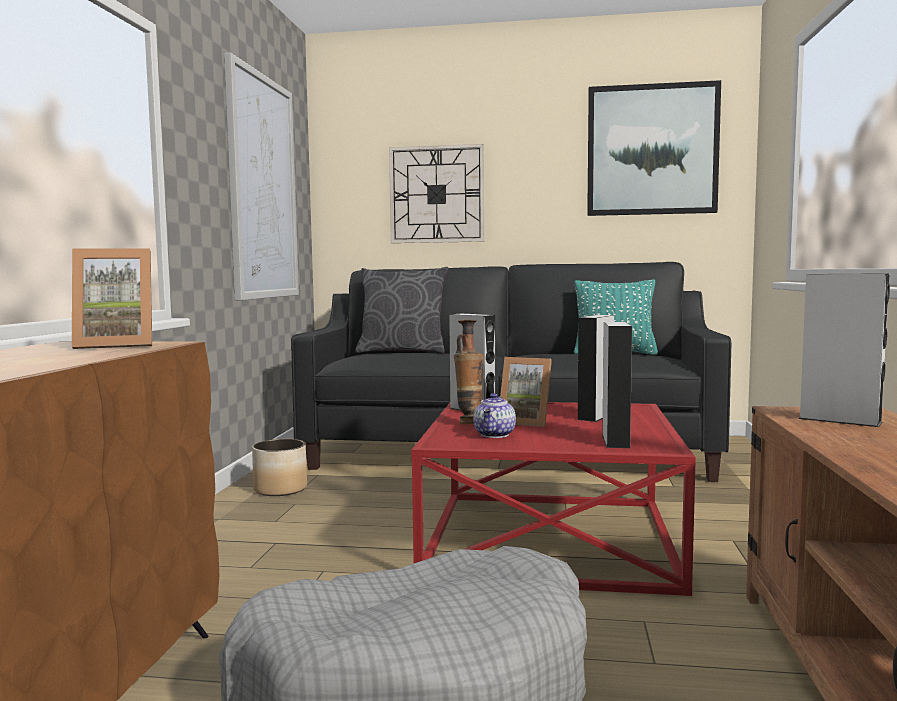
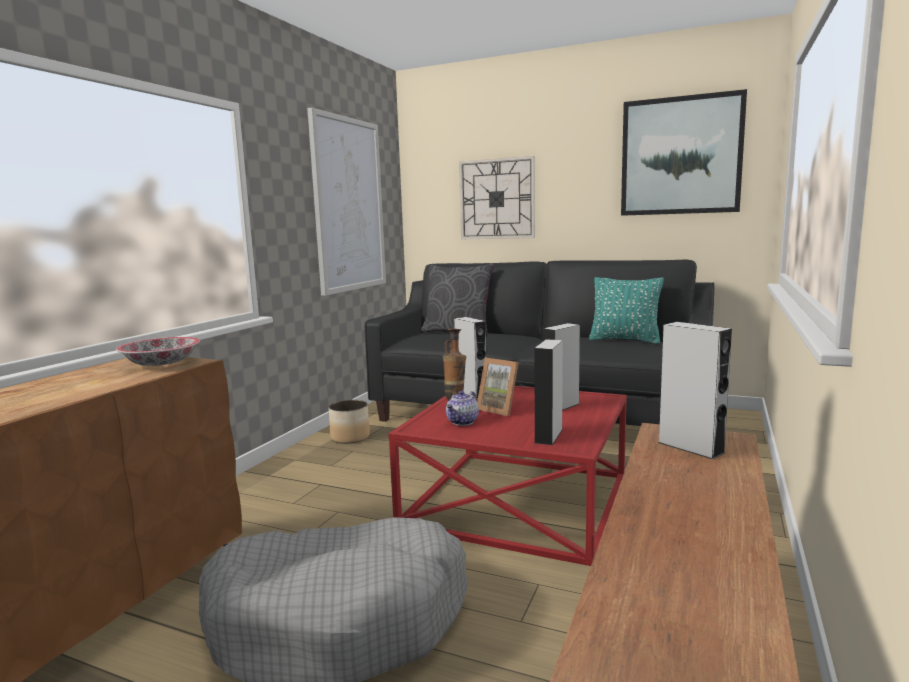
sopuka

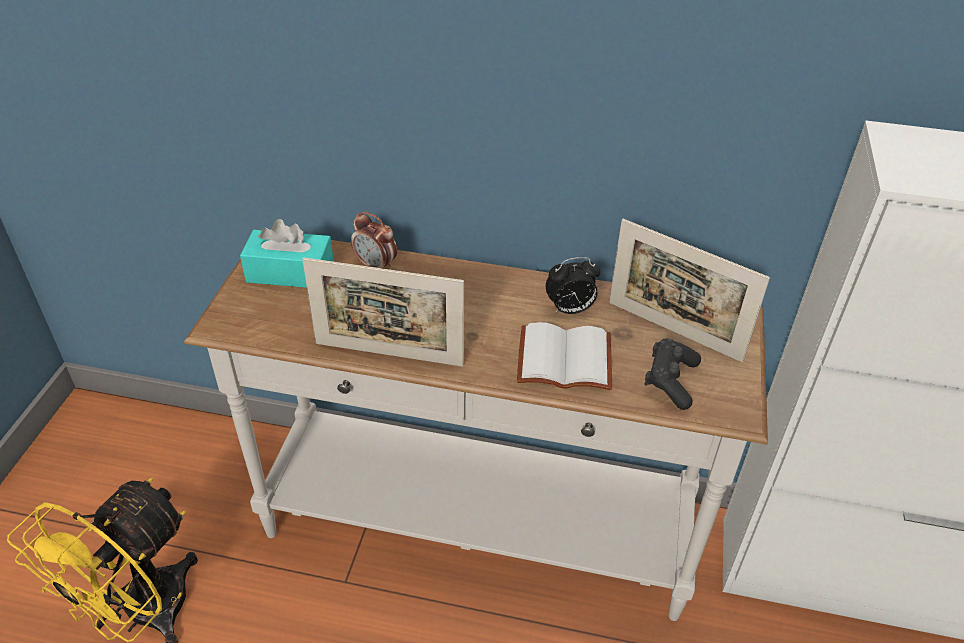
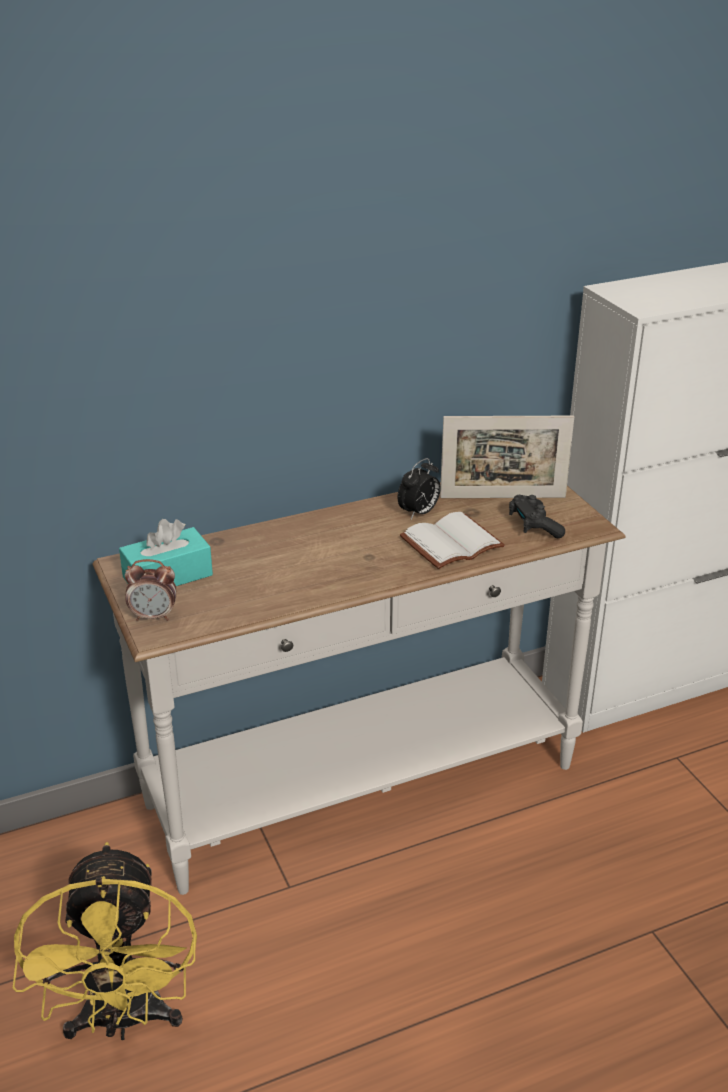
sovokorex (no. 1 from left)
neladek (no. 1 from left in the first image)

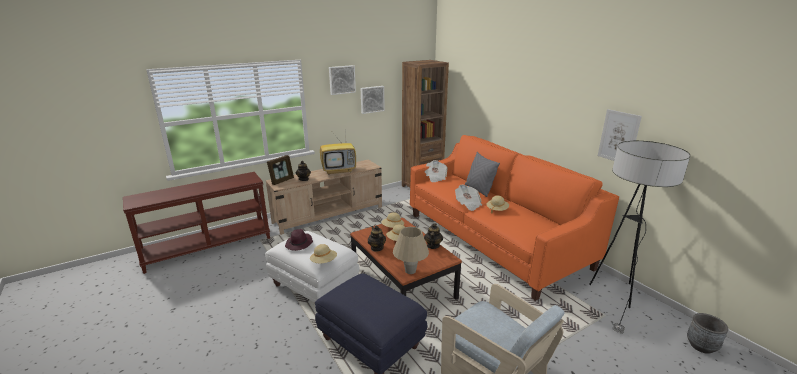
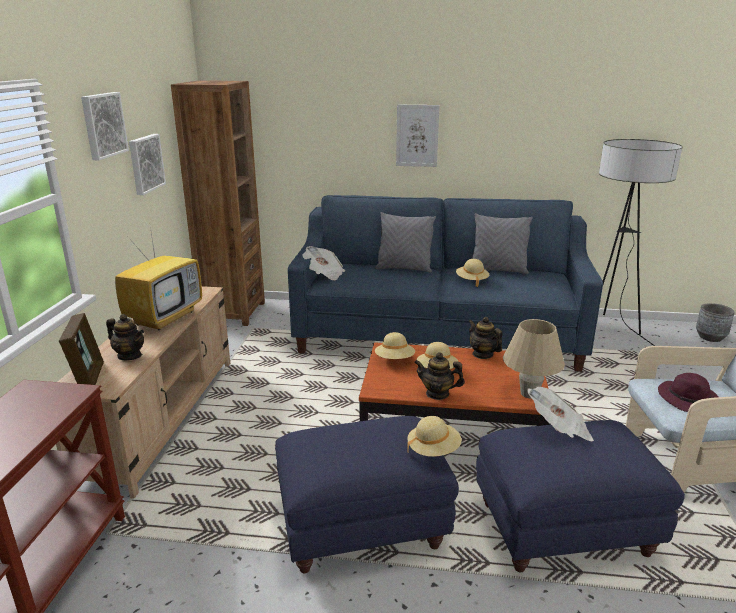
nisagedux (no. 3 from left)
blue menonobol
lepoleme (no. 2 from left)
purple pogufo
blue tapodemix (no. 1 from left)
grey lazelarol (no. 2 from left)

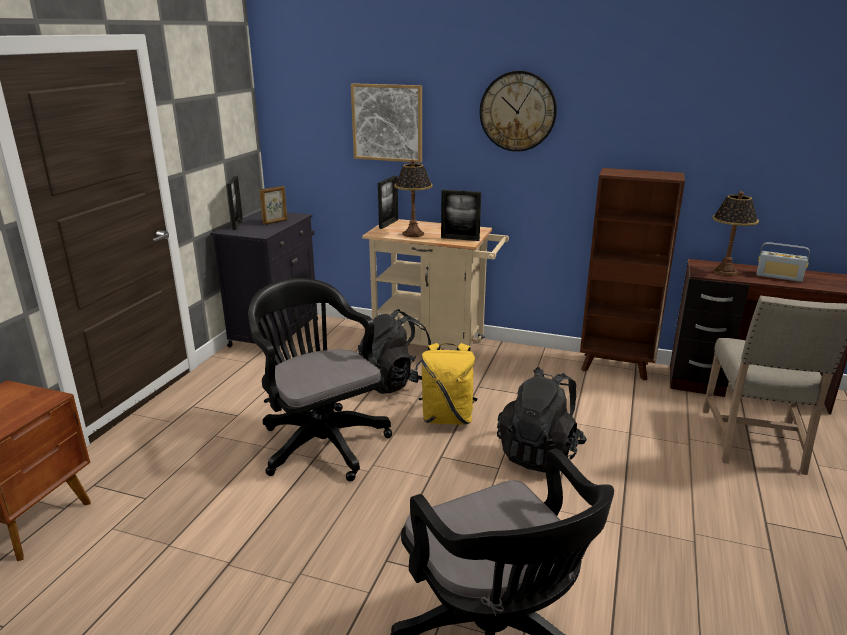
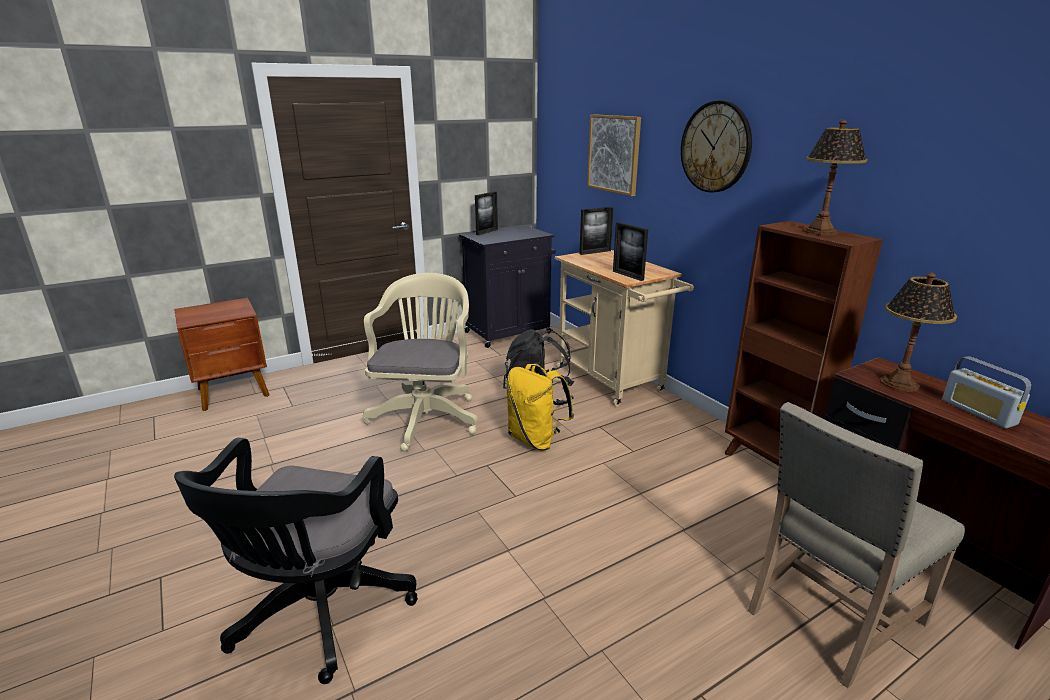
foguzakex (no. 1 from left)
neladek (no. 2 from left in the first image)
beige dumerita
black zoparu (no. 2 from left in the first image)

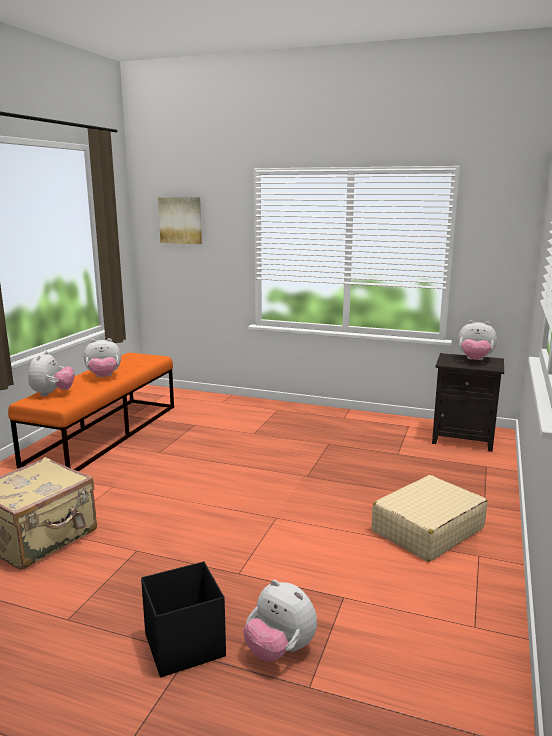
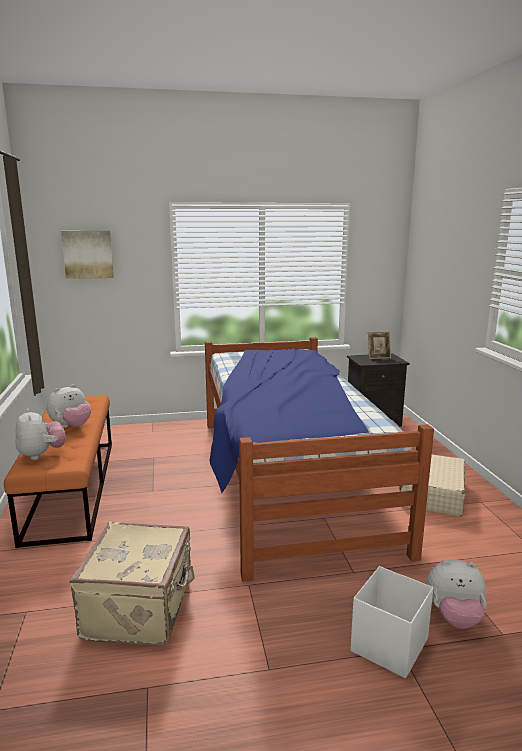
neladek
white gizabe
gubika

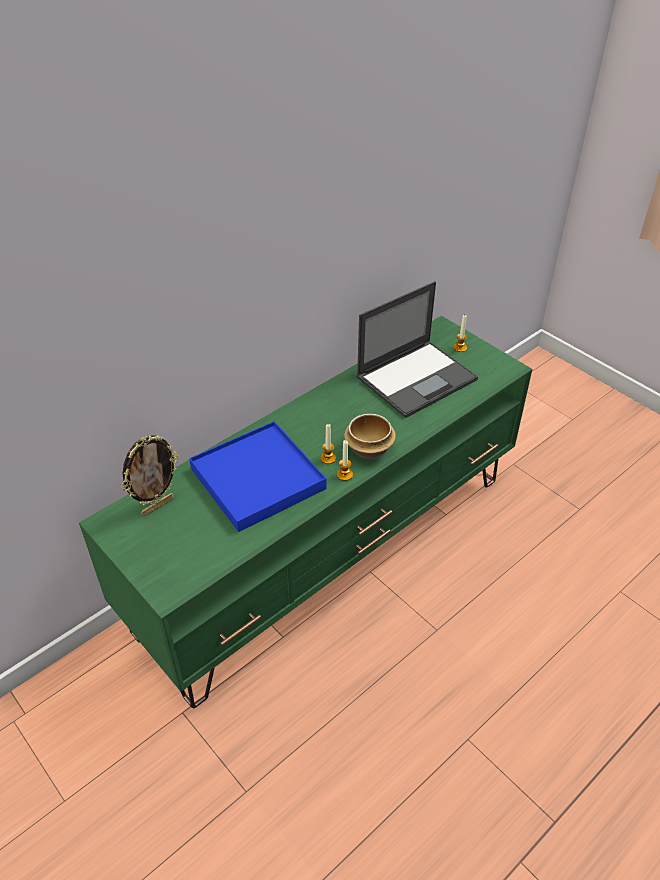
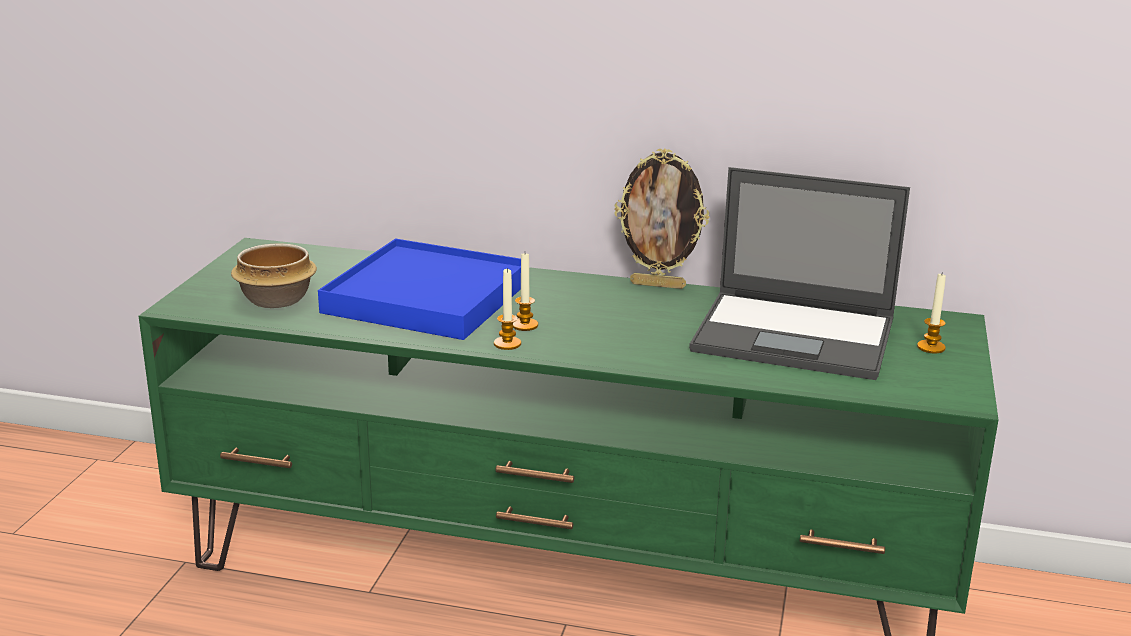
sopuka
neladek

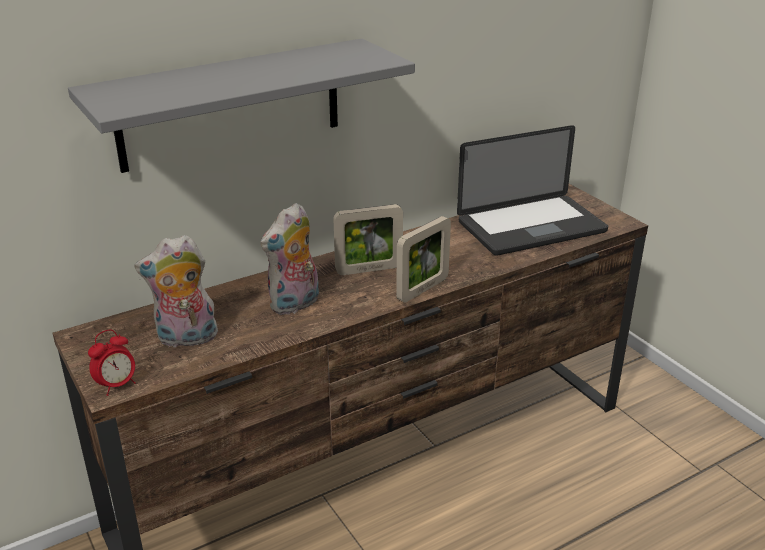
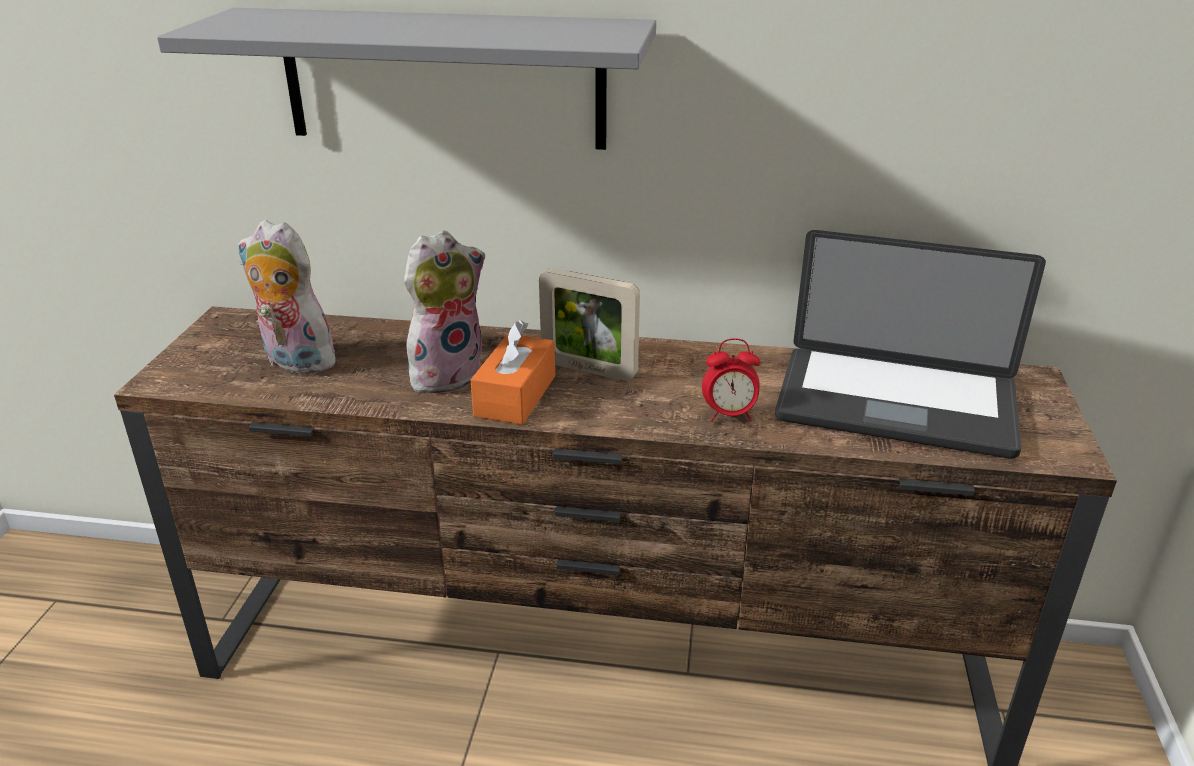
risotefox (no. 2 from left)
neladek (no. 2 from left in the first image)
sovokorex
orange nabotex

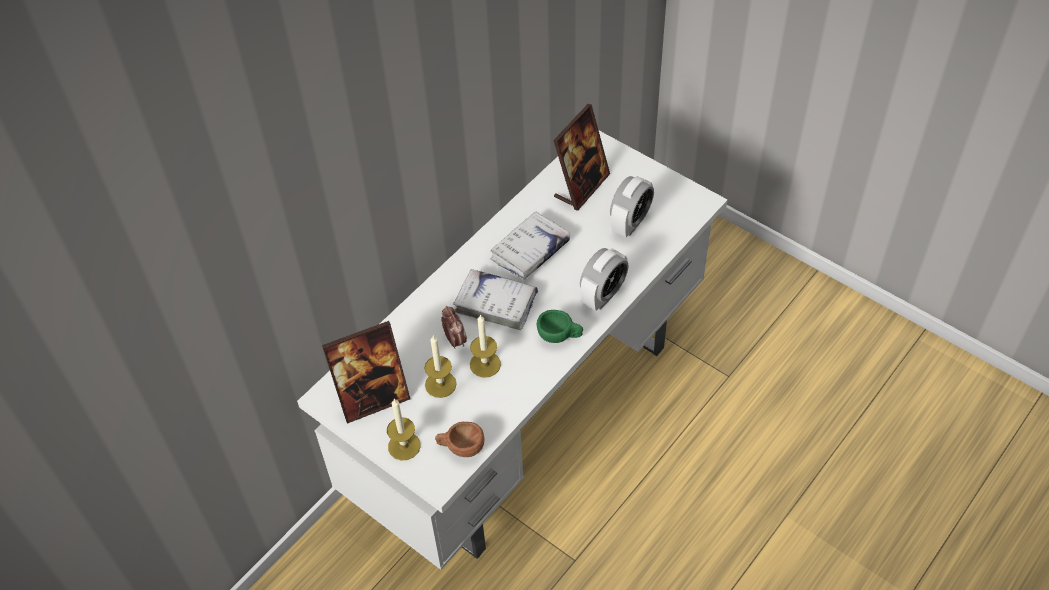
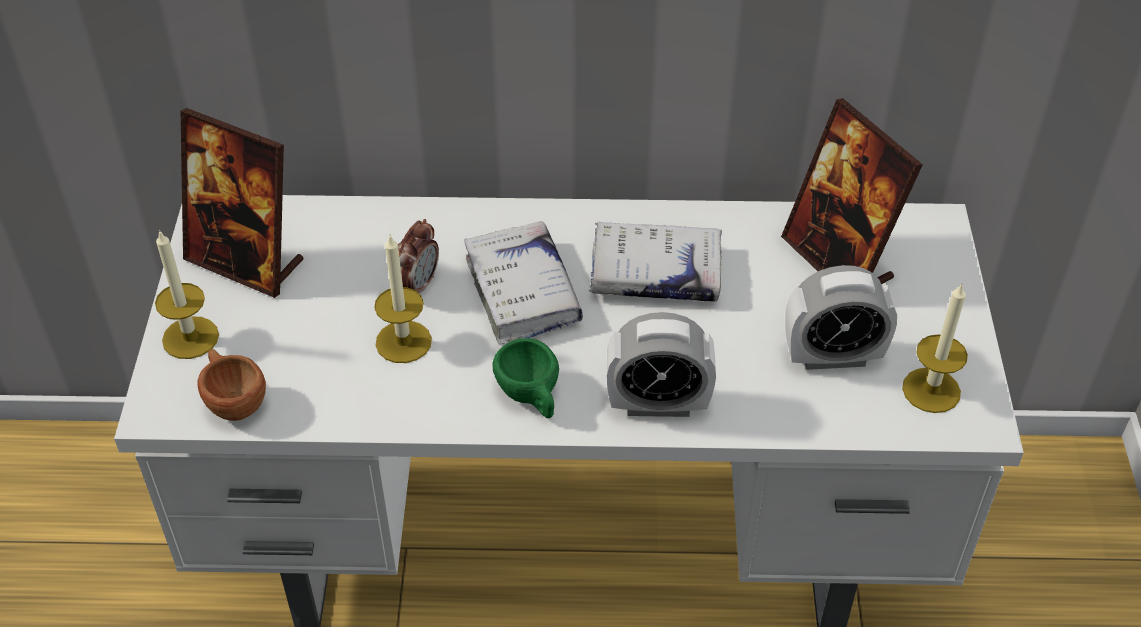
neladek (no. 2 from left)
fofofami (no. 3 from left)

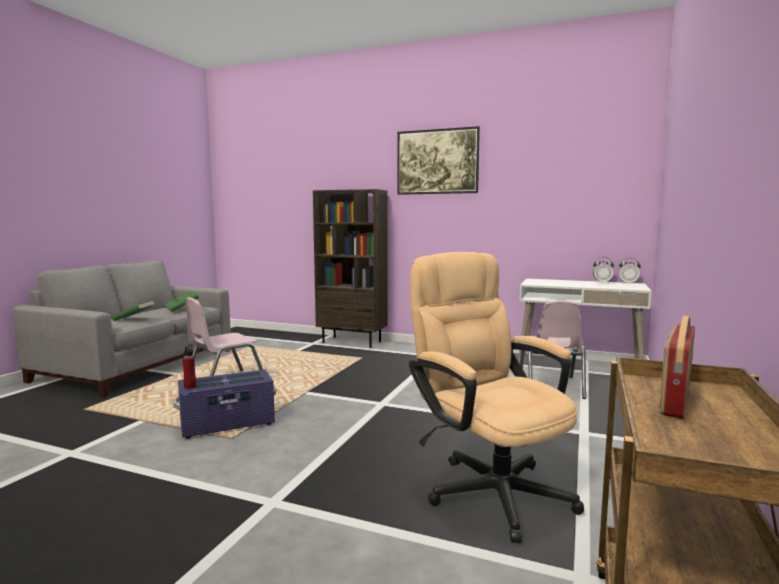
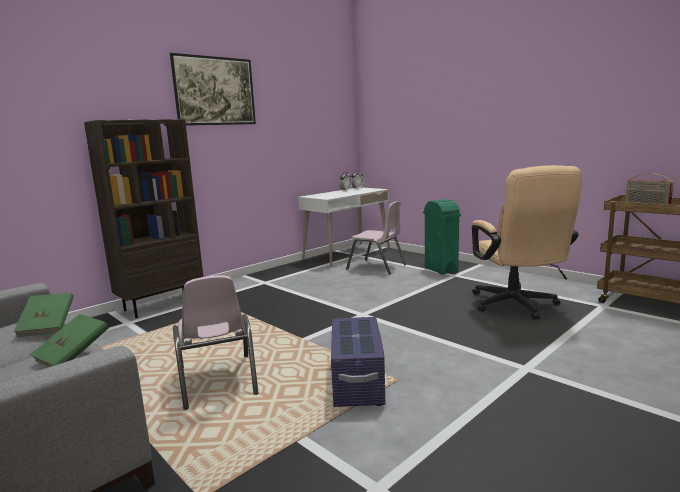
beige dumerita
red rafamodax
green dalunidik

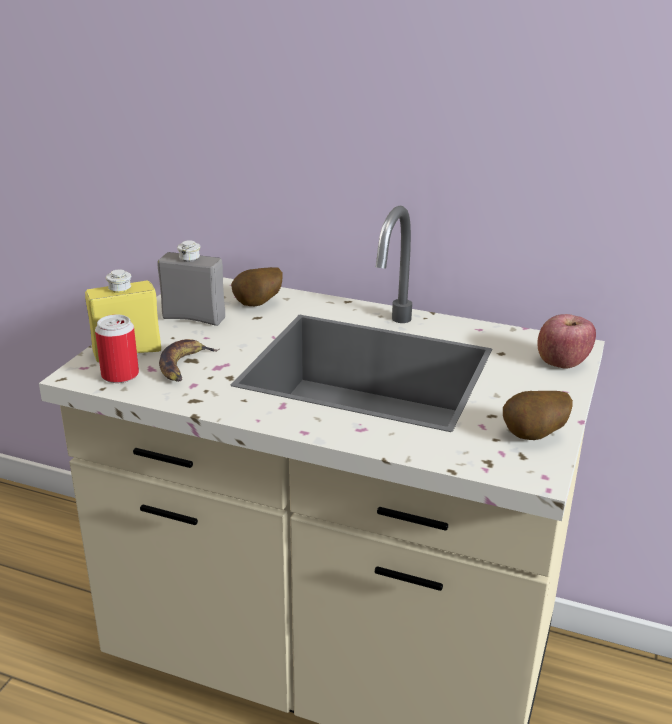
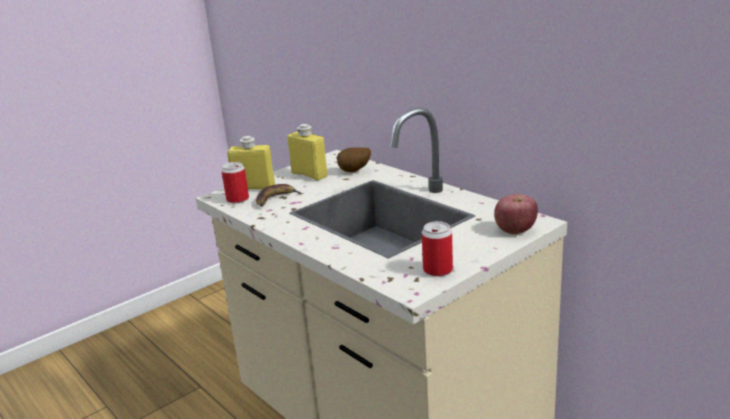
yellow rafamodax (no. 2 from left)
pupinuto (no. 2 from left)

